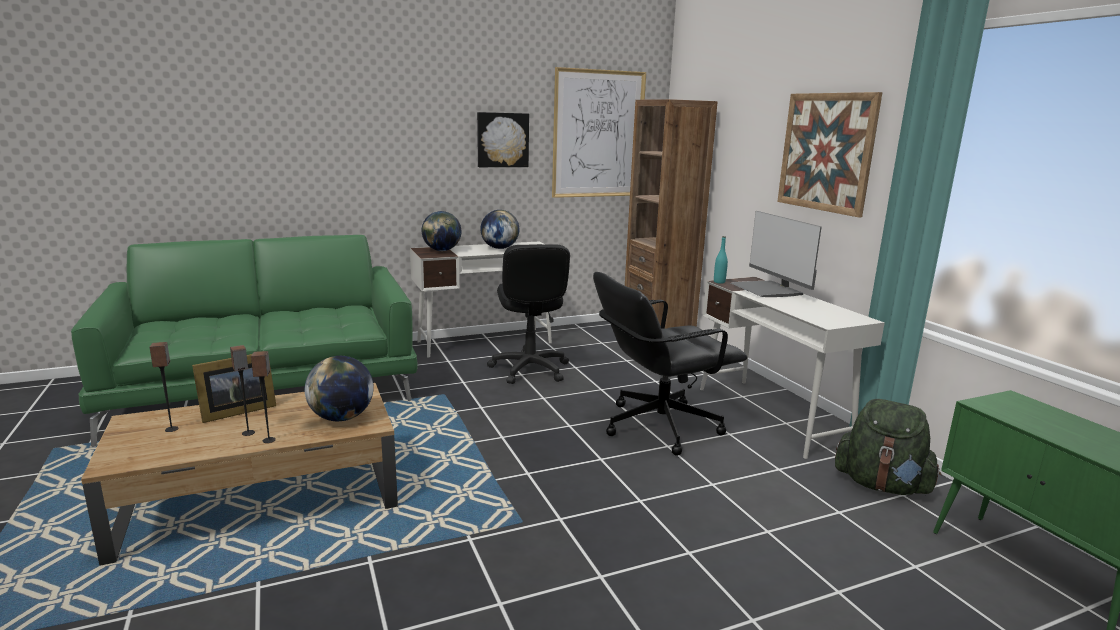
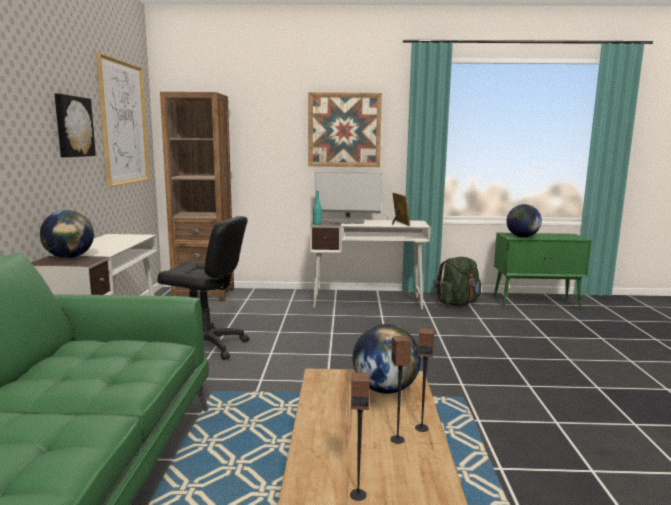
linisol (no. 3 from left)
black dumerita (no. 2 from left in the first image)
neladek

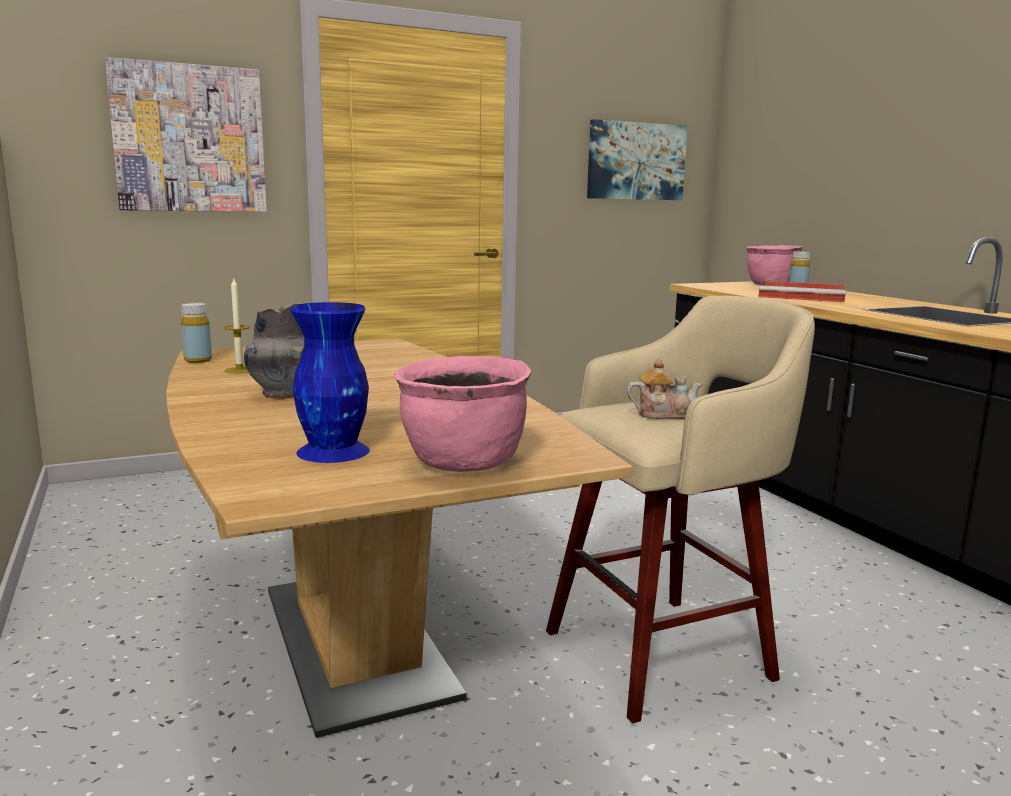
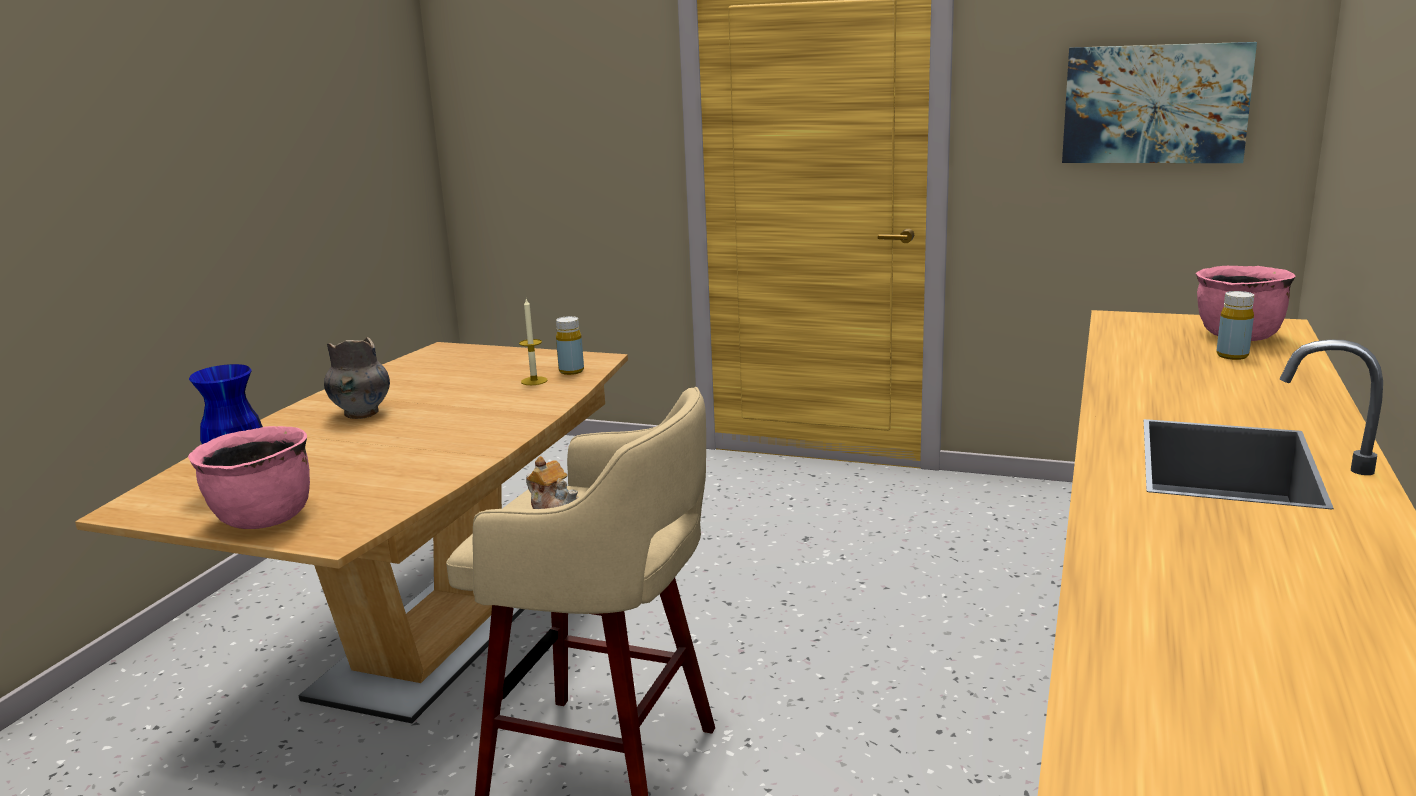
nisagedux (no. 1 from left in the first image)
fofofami
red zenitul
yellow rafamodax (no. 1 from left)

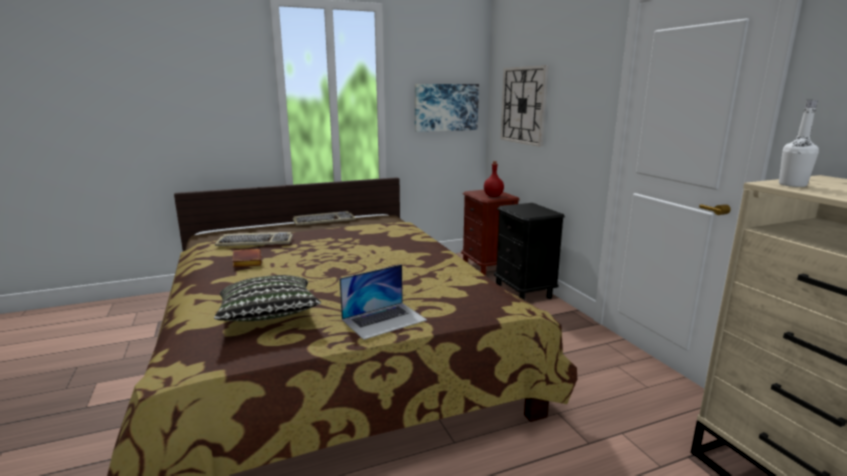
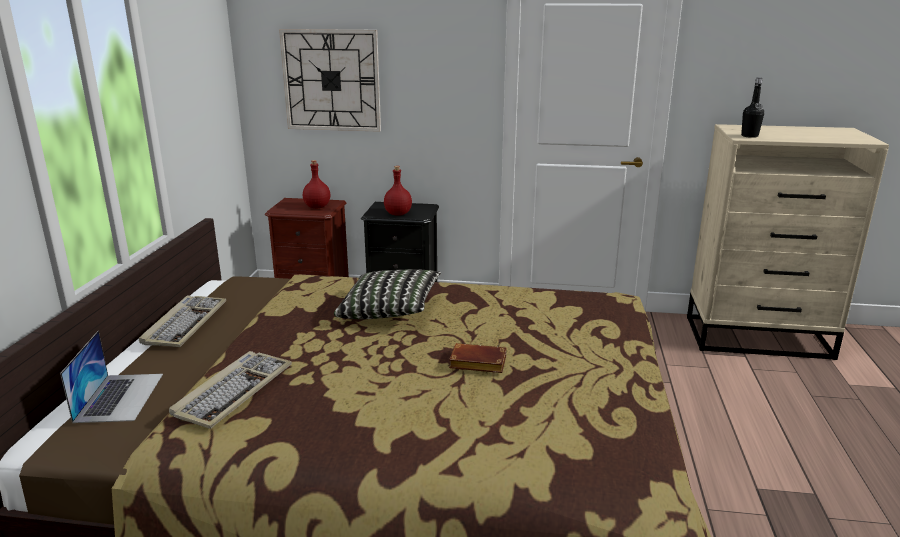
nisagedux
black rafamodax
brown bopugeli
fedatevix
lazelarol
red rafamodax (no. 2 from left)

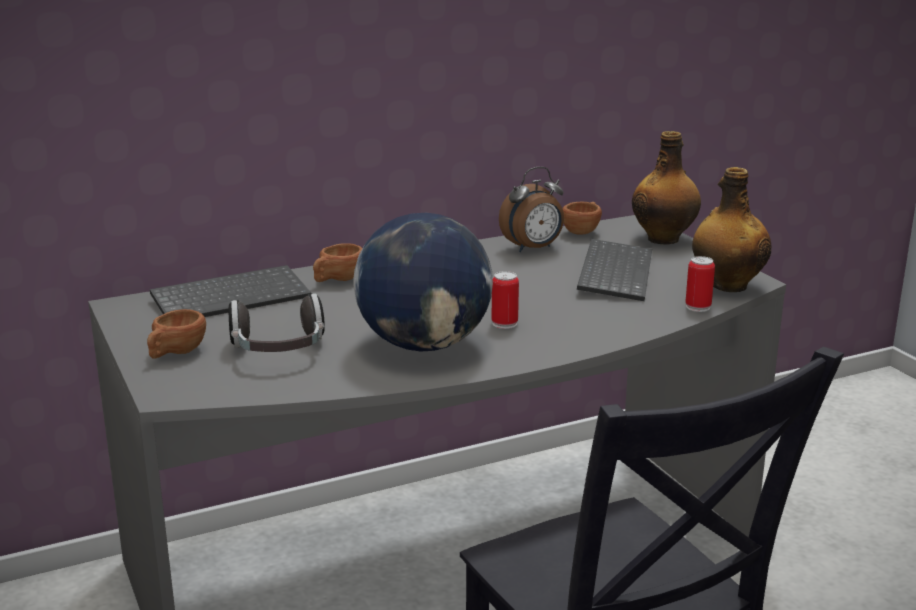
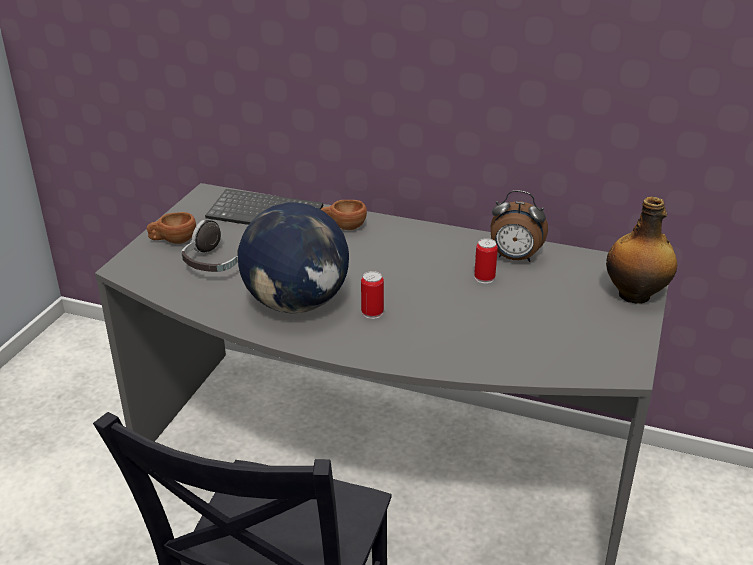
rafamodax (no. 2 from left in the first image)
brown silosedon (no. 3 from left in the first image)
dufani (no. 2 from left in the first image)
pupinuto (no. 2 from left)

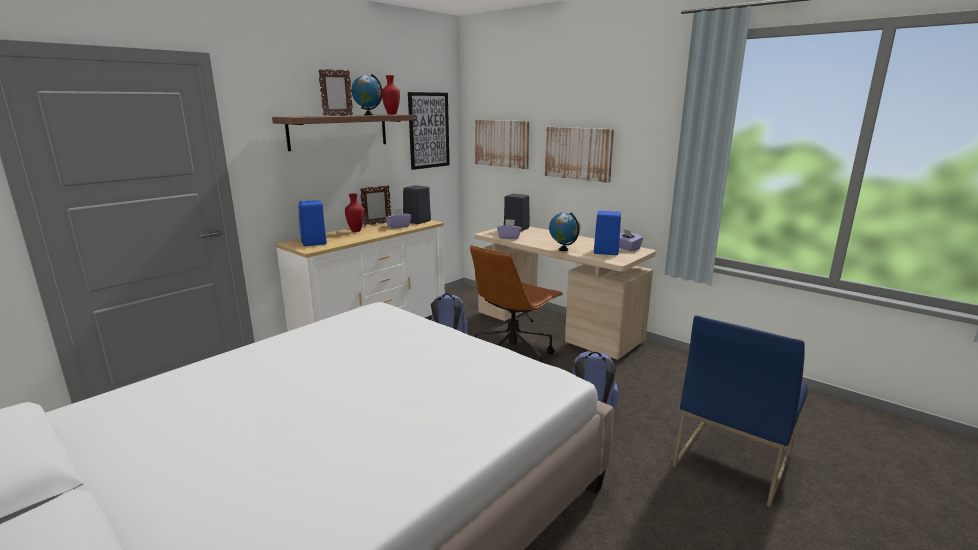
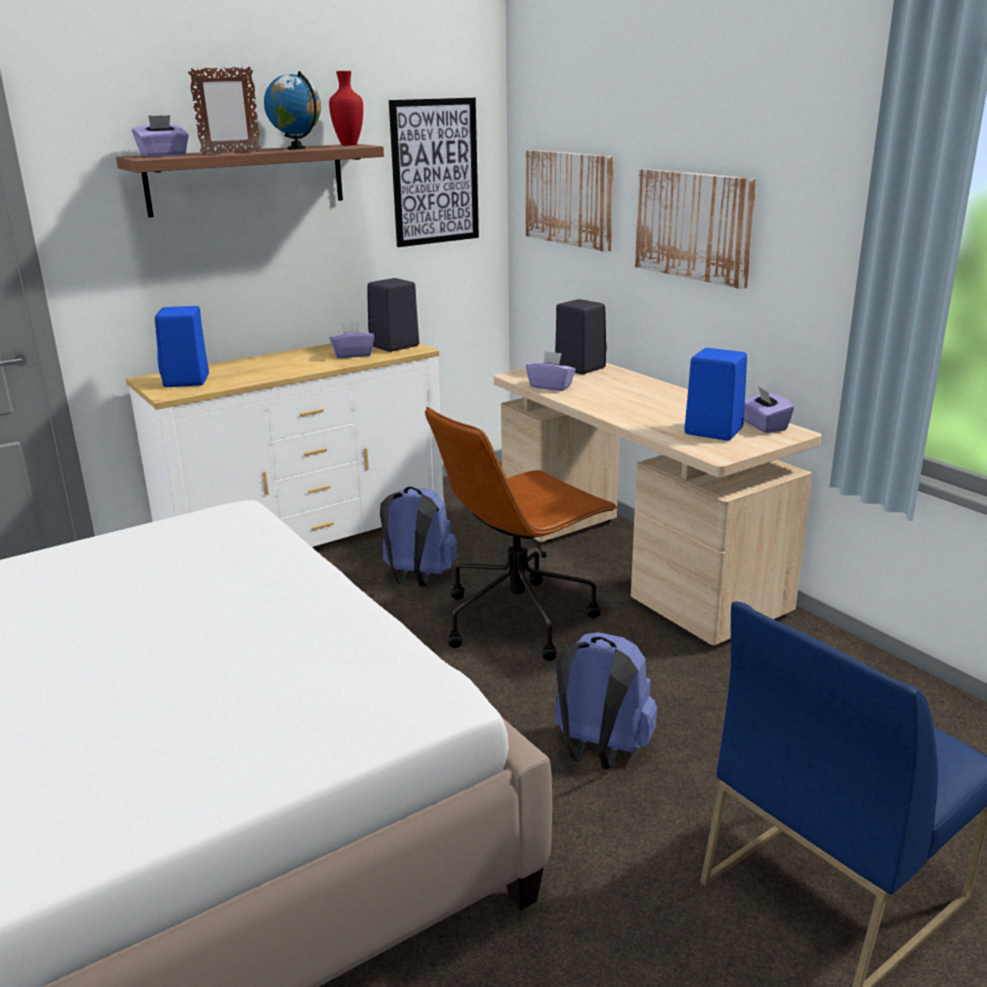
neladek (no. 2 from left in the first image)
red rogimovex (no. 1 from left in the first image)
linisol (no. 2 from left in the first image)
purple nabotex (no. 1 from left)

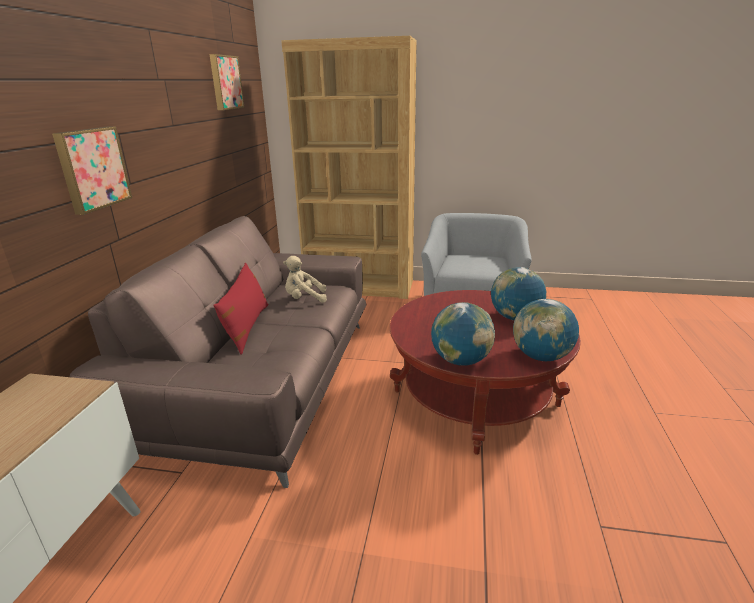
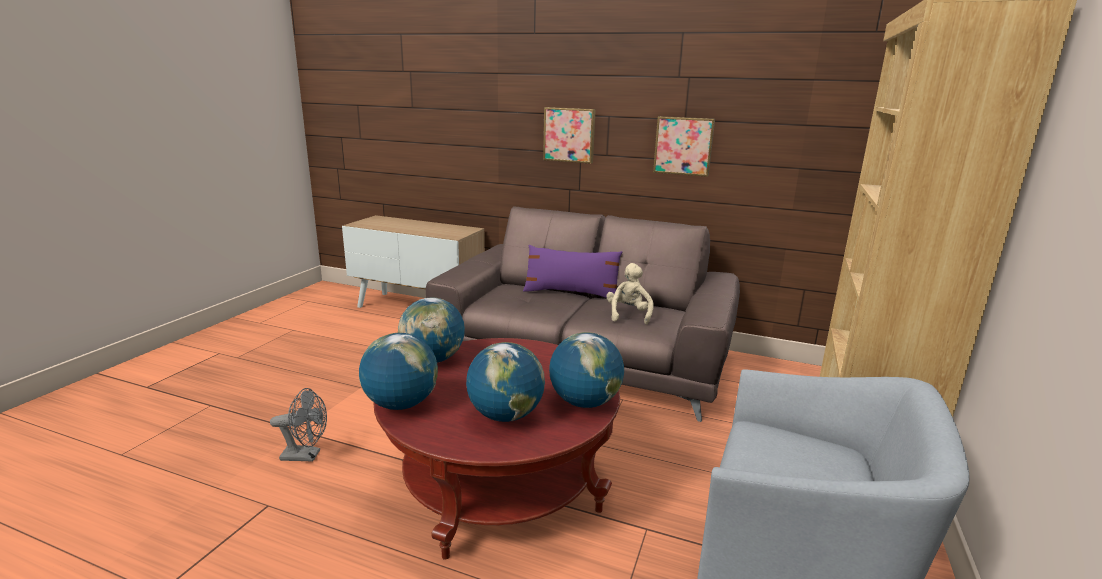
nisagedux (no. 2 from left)
purple lazelarol
linisol (no. 4 from left)
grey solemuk

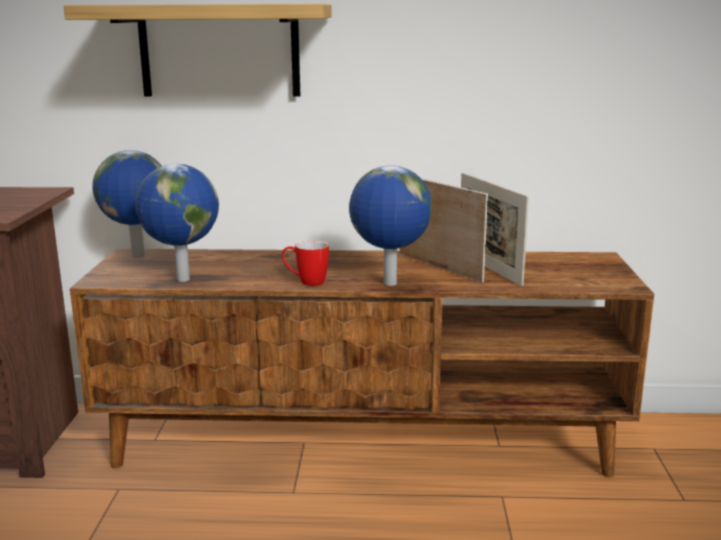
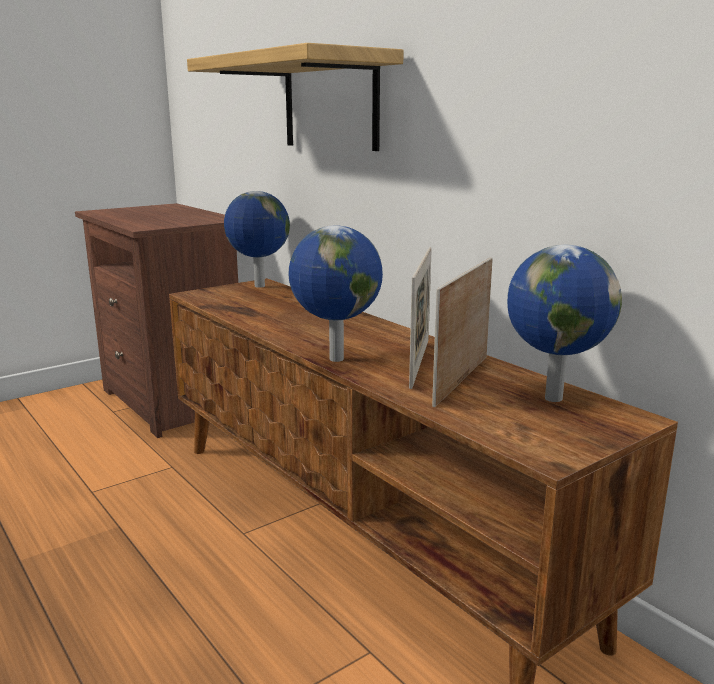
linisol (no. 3 from left)
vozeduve

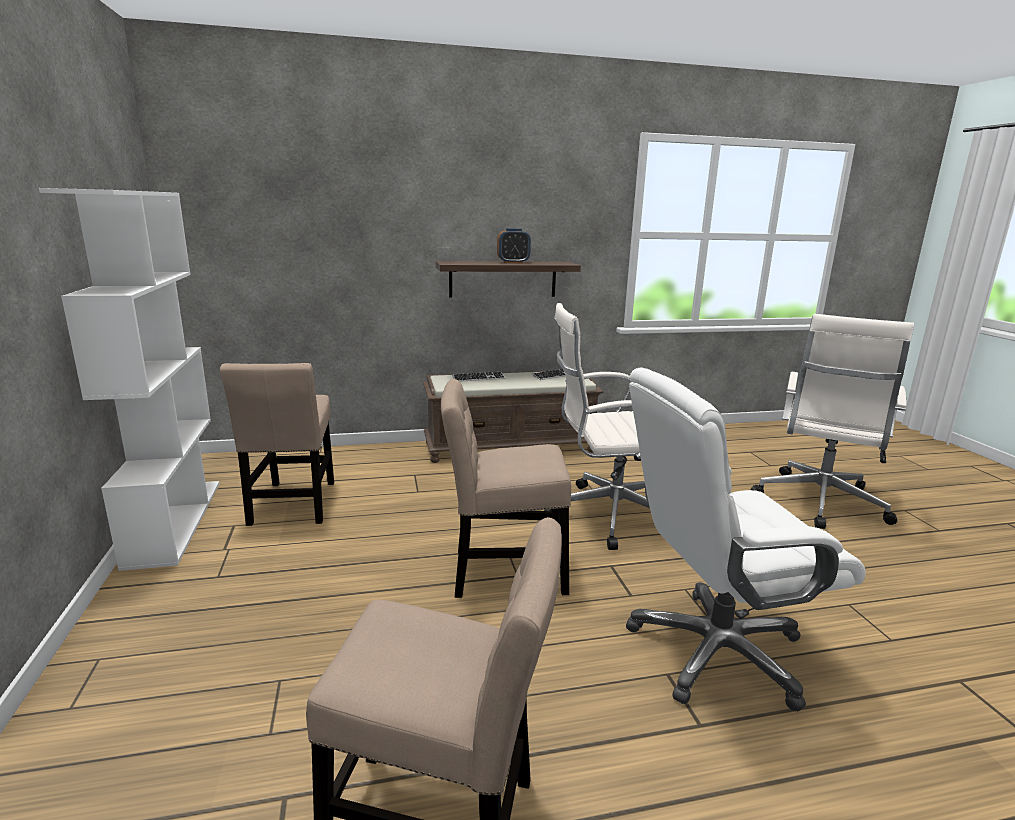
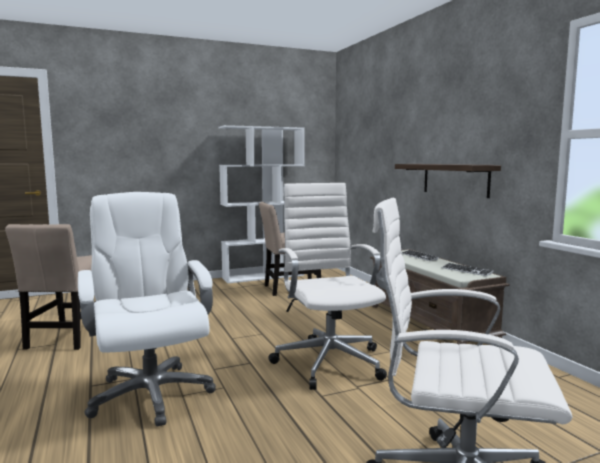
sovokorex
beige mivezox (no. 3 from left in the first image)

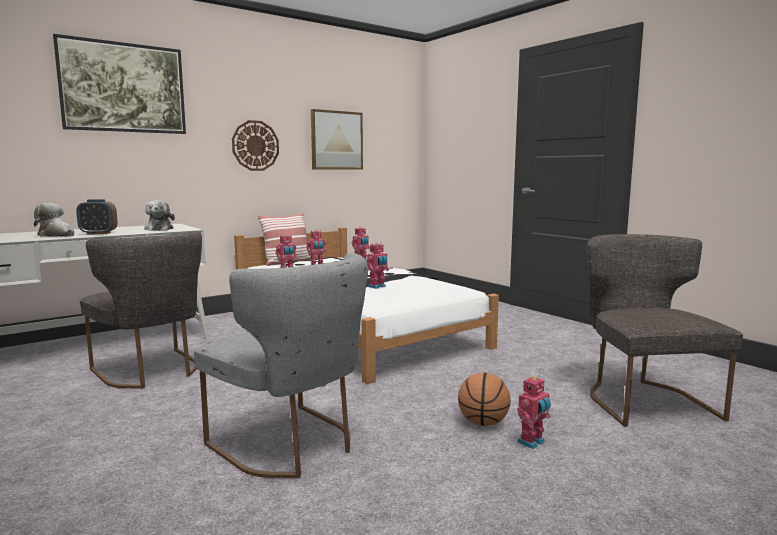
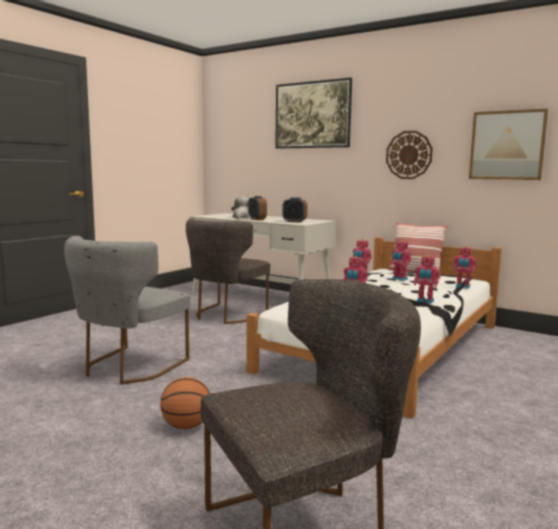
sovokorex (no. 2 from left)
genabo (no. 4 from left)

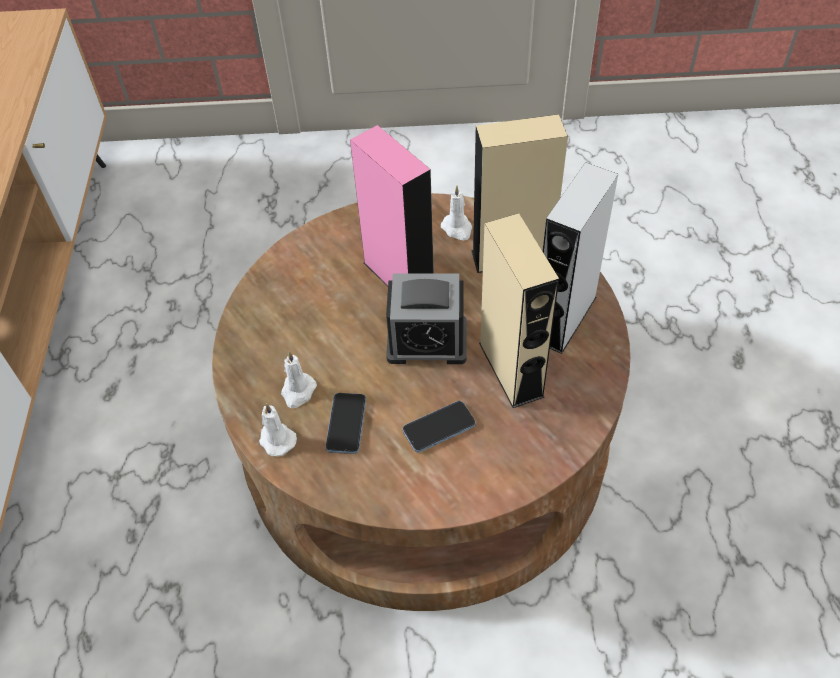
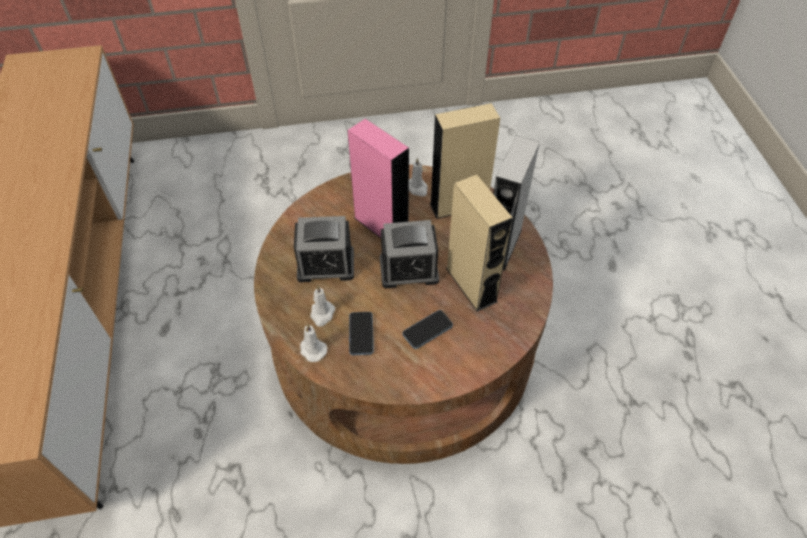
sovokorex (no. 1 from left)

